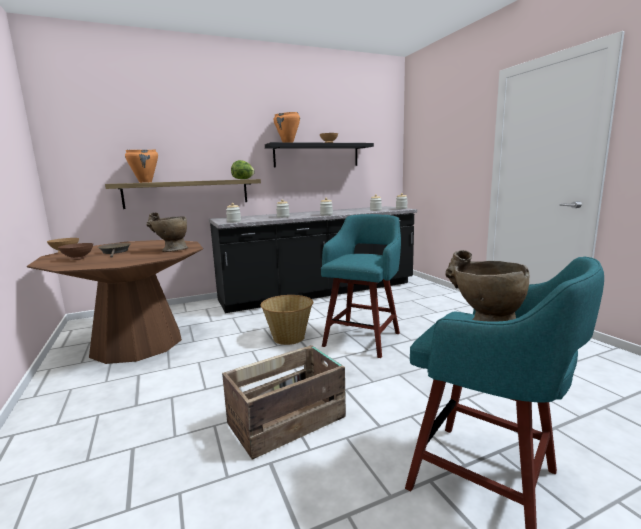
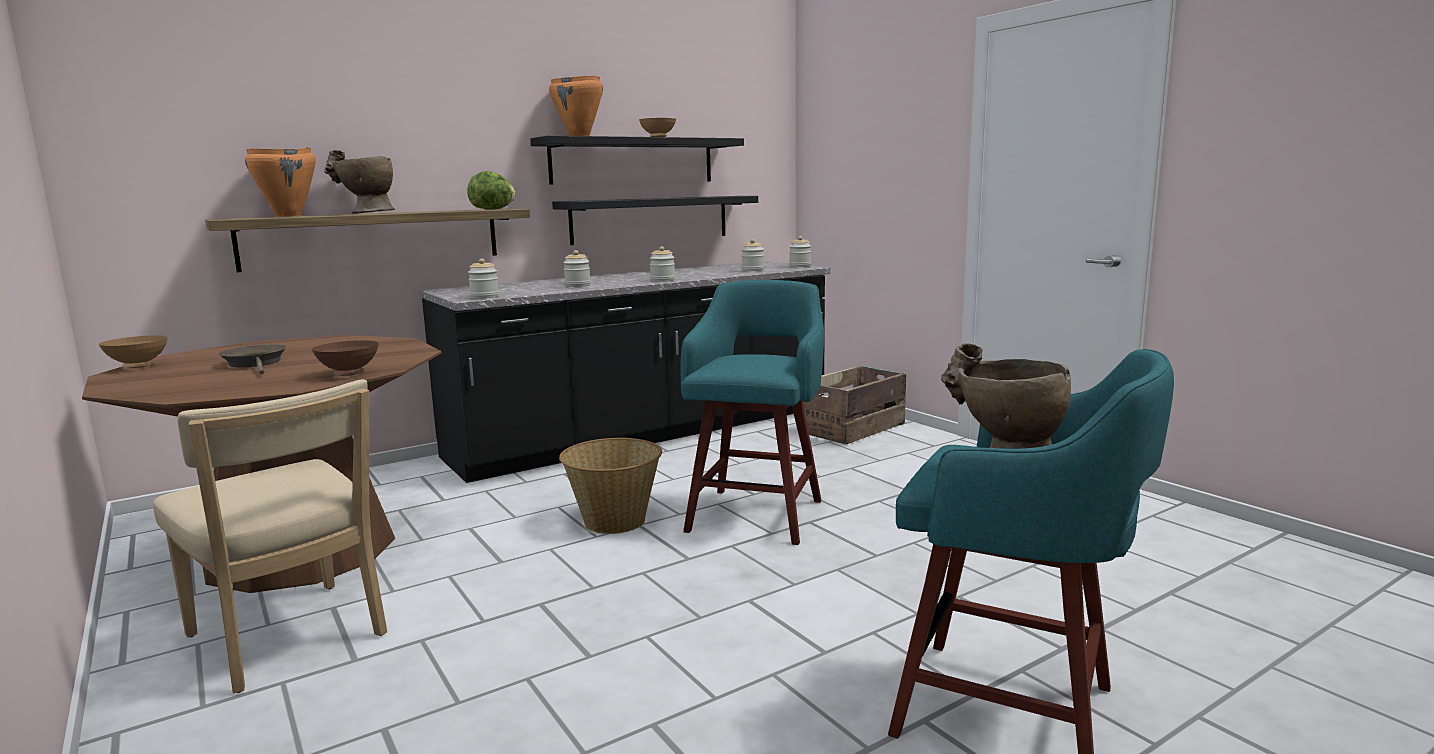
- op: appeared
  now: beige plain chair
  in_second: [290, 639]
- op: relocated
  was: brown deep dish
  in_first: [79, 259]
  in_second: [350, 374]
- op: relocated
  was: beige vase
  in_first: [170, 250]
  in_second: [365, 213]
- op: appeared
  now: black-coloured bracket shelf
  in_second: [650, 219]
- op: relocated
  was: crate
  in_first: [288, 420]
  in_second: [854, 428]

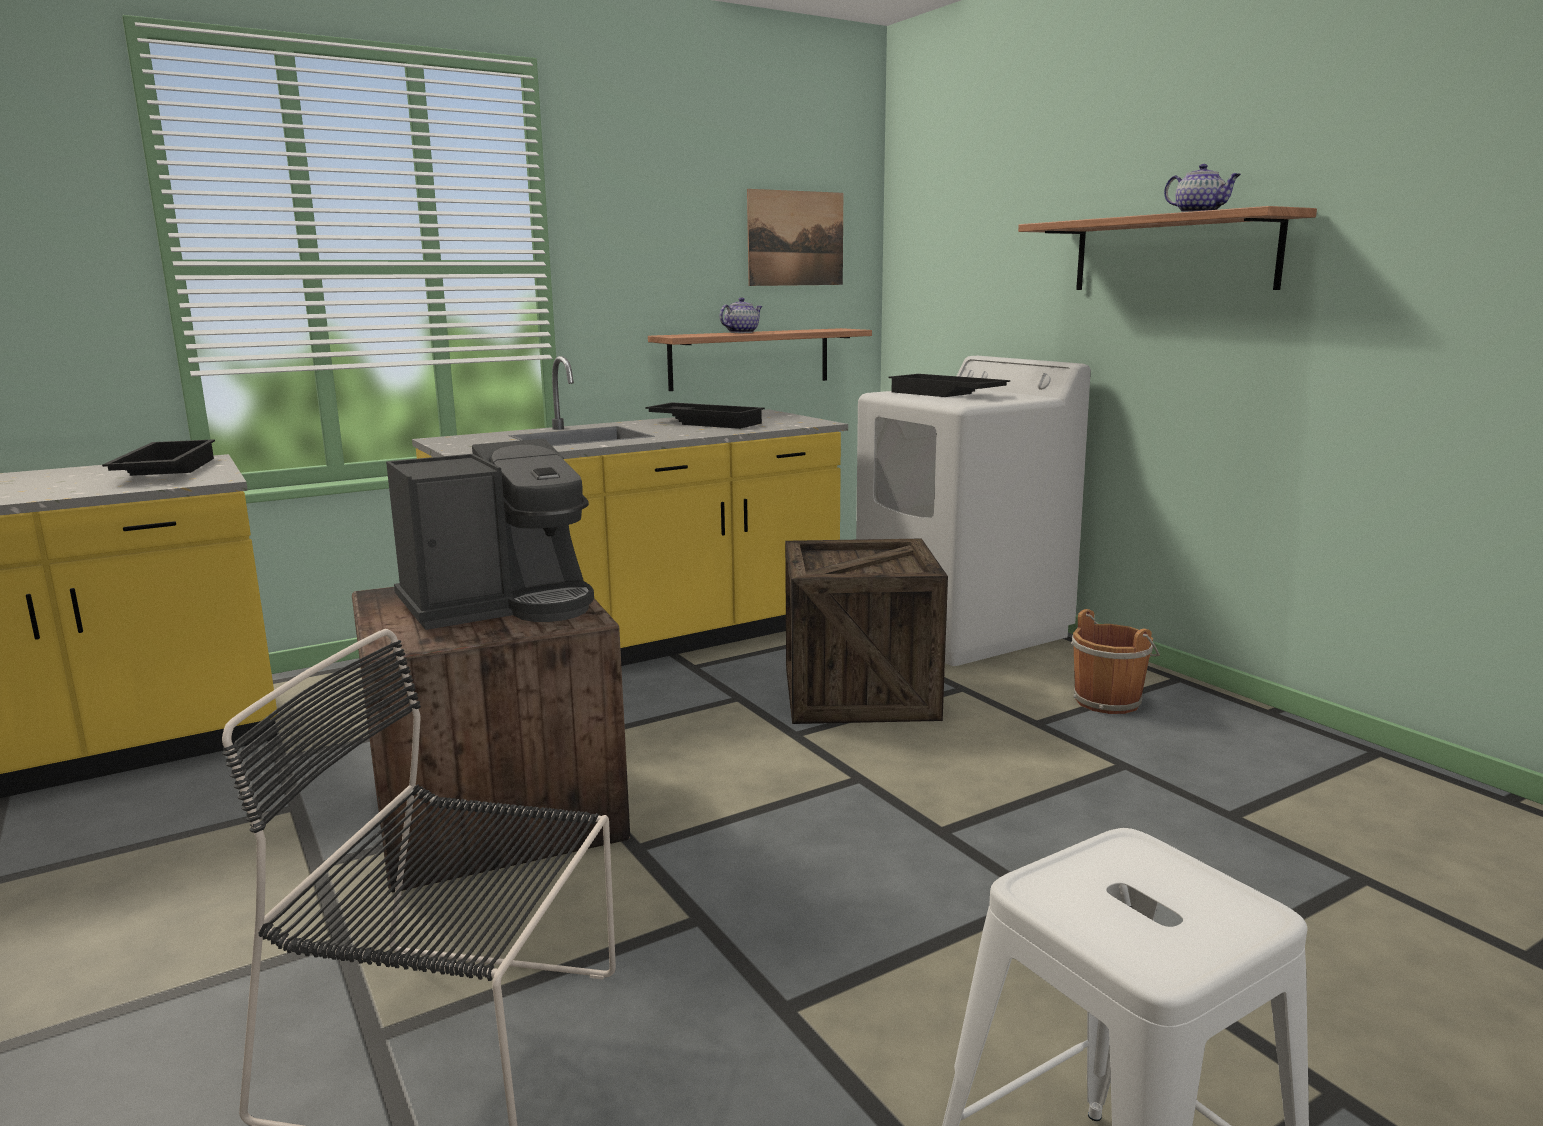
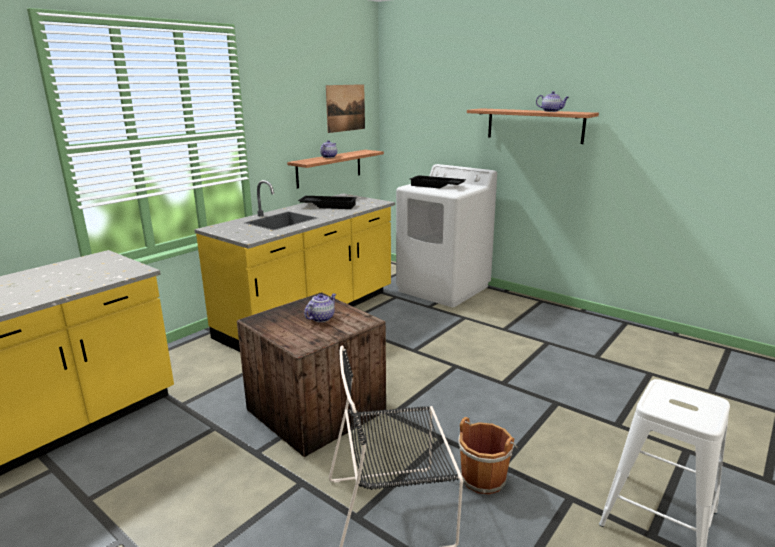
- op: exchanged
  was: coffee brewer
  now: tea pot
  in_first: [501, 605]
  in_second: [321, 318]
- op: relocated
  was: brown pail
  in_first: [1109, 700]
  in_second: [484, 477]
- op: missing
  was: black-coloured carrying tray
  in_first: [164, 471]
- op: missing
  was: crate
  in_first: [859, 693]

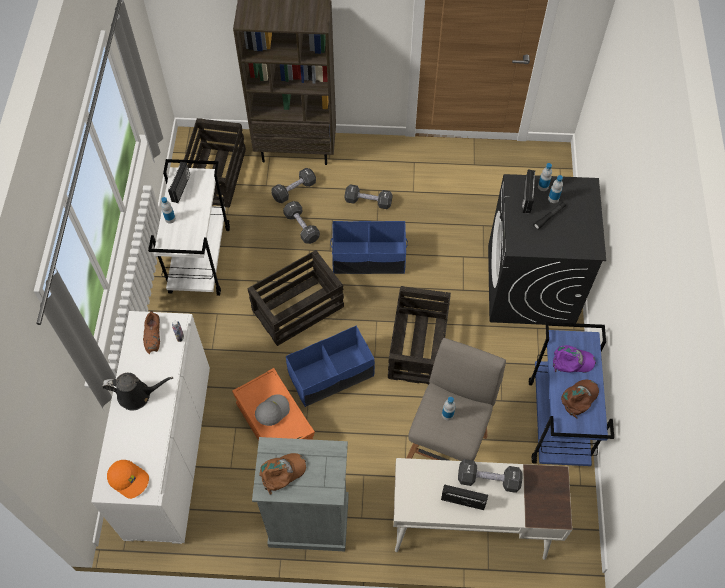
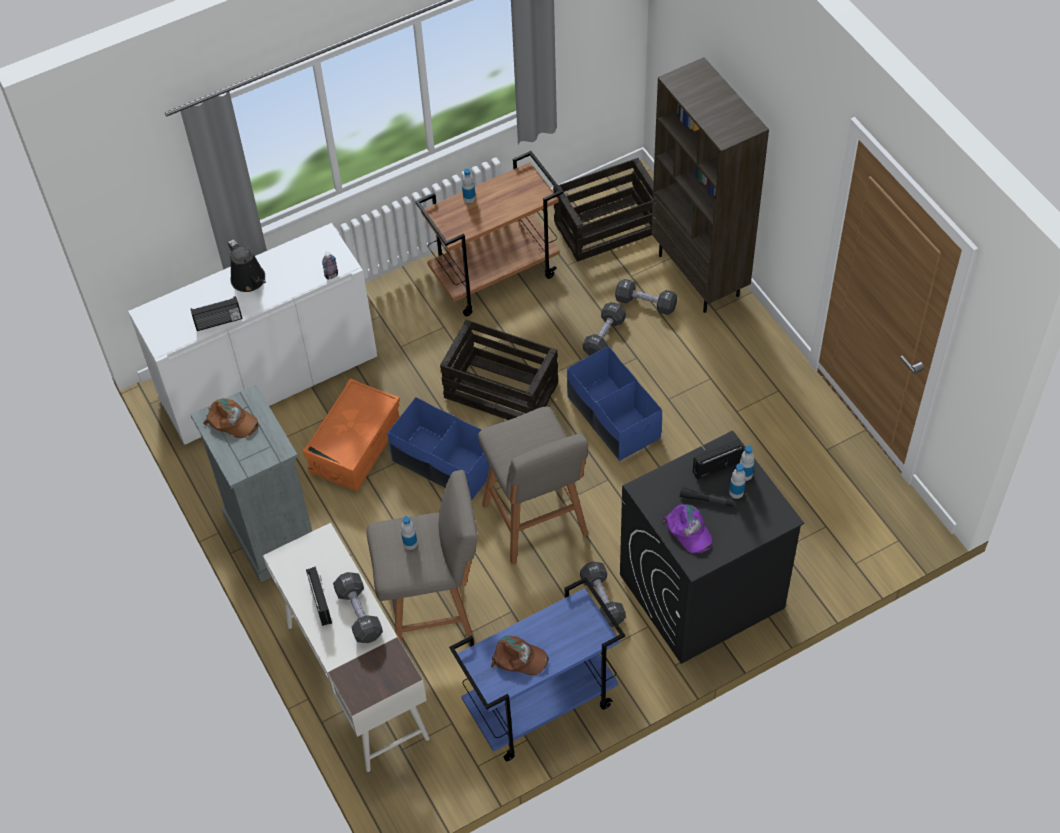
- op: relocated
  was: radio set
  in_first: [181, 188]
  in_second: [219, 322]
- op: colour
  was: whitish trolley
  now: brown trolley
  in_first: [199, 259]
  in_second: [495, 275]
- op: exchanged
  was: crate
  now: greyish stool
  in_first: [418, 347]
  in_second: [536, 523]
- op: relocated
  was: black-coloured dumbbell
  in_first: [368, 201]
  in_second: [602, 600]
- op: relocated
  was: purplish peaked cap
  in_first: [572, 361]
  in_second: [688, 531]
- op: missing
  was: orange-coloured peaked cap
  in_first: [129, 479]
- op: missing
  was: brown low shoe
  in_first: [153, 335]
- op: missing
  was: greyish peaked cap
  in_first: [272, 411]

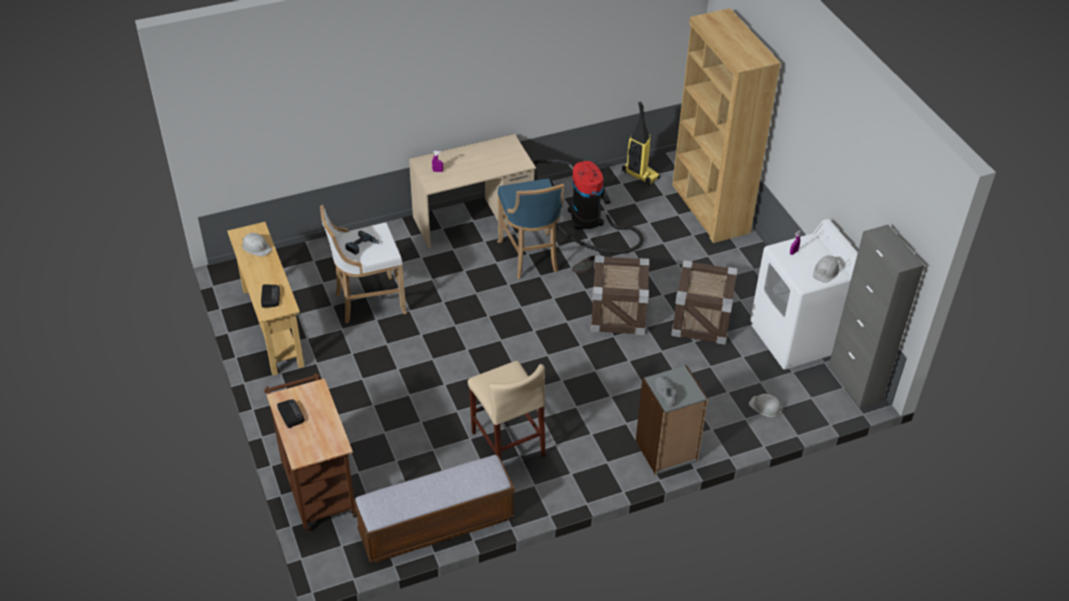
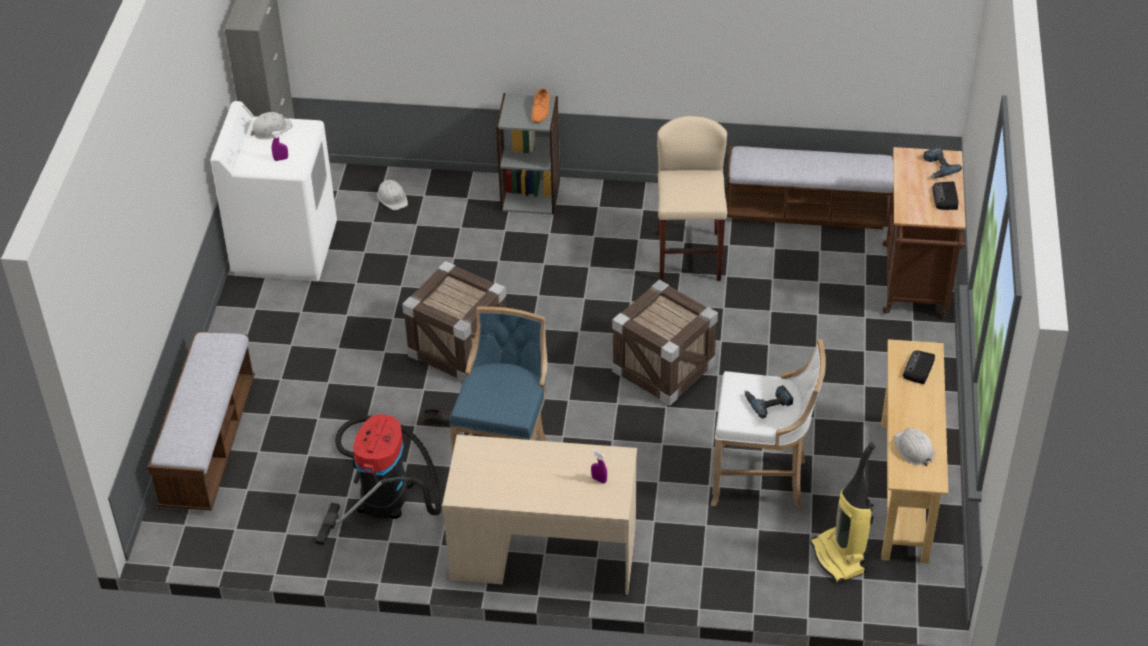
- op: exchanged
  was: brown bookshelf
  now: long seat
  in_first: [710, 209]
  in_second: [209, 443]
- op: colour
  was: greyish low shoe
  now: orange-coloured low shoe
  in_first: [665, 393]
  in_second: [541, 110]
- op: relocated
  was: crate
  in_first: [701, 321]
  in_second: [663, 368]
- op: relocated
  was: vacuum
  in_first: [639, 175]
  in_second: [839, 558]
- op: appeared
  now: drill
  in_second: [937, 167]

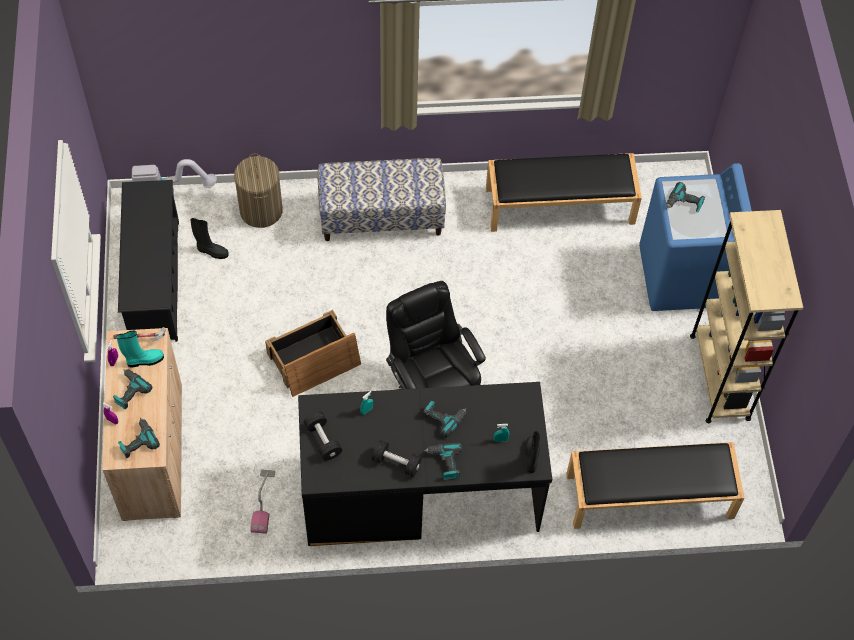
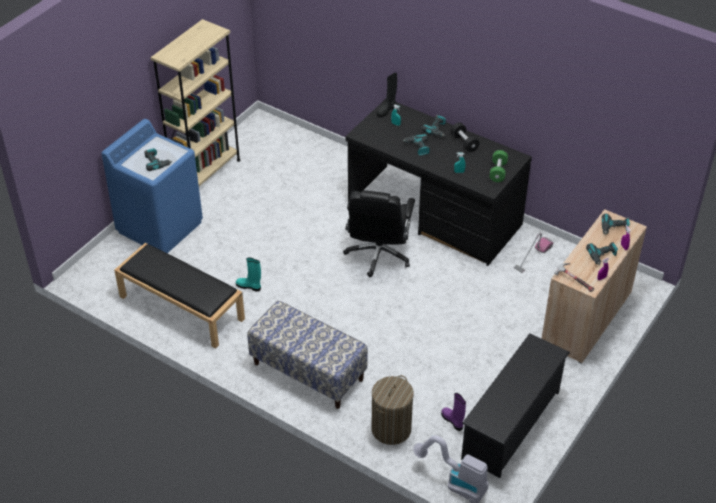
- op: relocated
  was: blue-green high-top boot
  in_first: [144, 360]
  in_second: [249, 286]
- op: colour
  was: black-coloured high-top boot
  now: purplish high-top boot
  in_first: [211, 251]
  in_second: [453, 421]
- op: colour
  was: black-coloured dumbbell
  now: green-coloured dumbbell
  in_first: [323, 440]
  in_second: [498, 172]
- op: missing
  was: crate
  in_first: [313, 360]
- op: missing
  was: black-coloured long seat
  in_first: [648, 496]

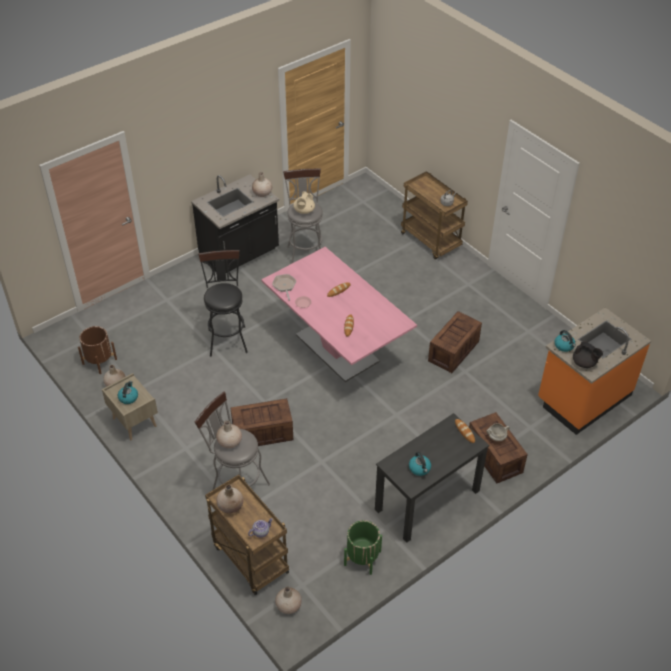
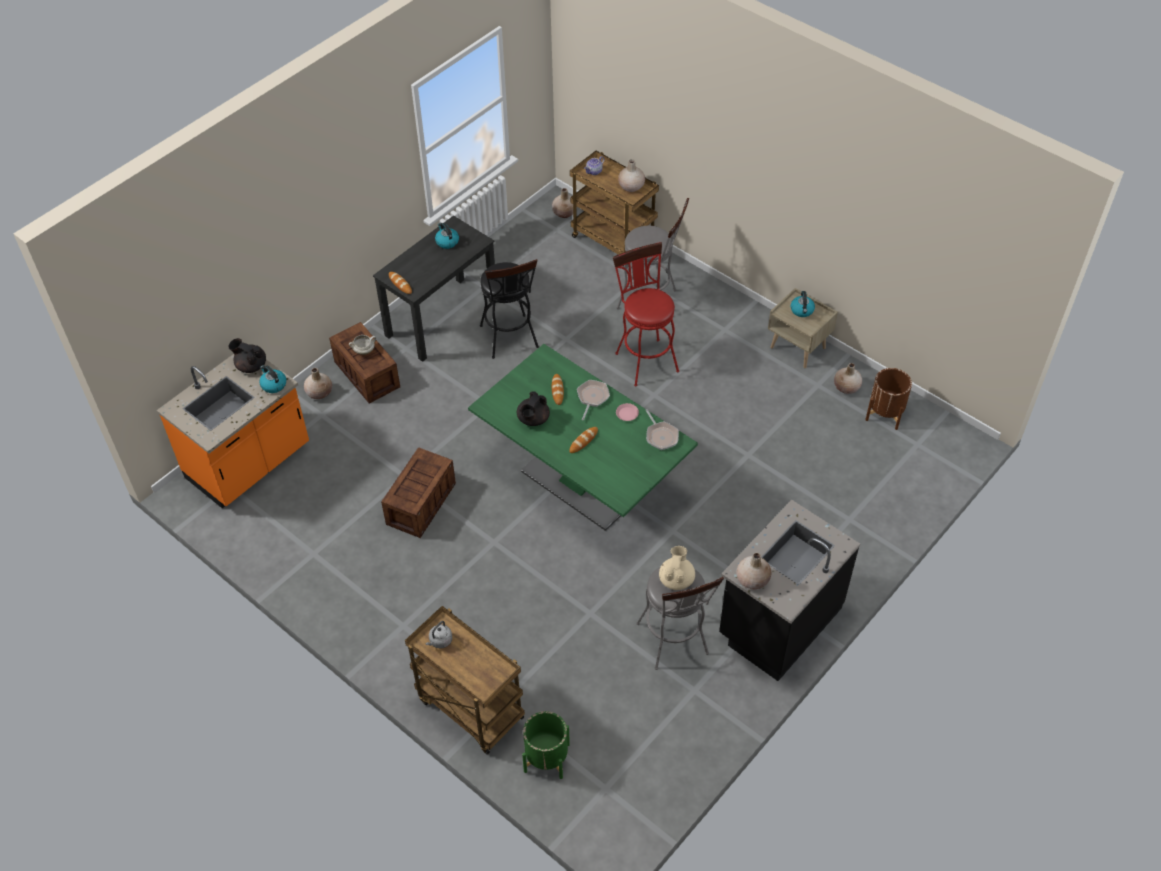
- op: relocated
  was: beige vase
  in_first: [229, 442]
  in_second: [319, 393]
- op: colour
  was: pinkish kitchen table
  now: green-coloured kitchen table
  in_first: [337, 348]
  in_second: [582, 482]
- op: relocated
  was: black-coloured stool
  in_first: [227, 337]
  in_second: [510, 340]
- op: appeared
  now: black-coloured tea pot
  in_second: [533, 419]
- op: relocated
  was: green-coloured plant pot
  in_first: [362, 558]
  in_second: [546, 758]
- op: appeared
  now: pan
  in_second: [592, 398]
- op: exchanged
  was: crate
  now: red stool
  in_first: [261, 433]
  in_second: [644, 358]

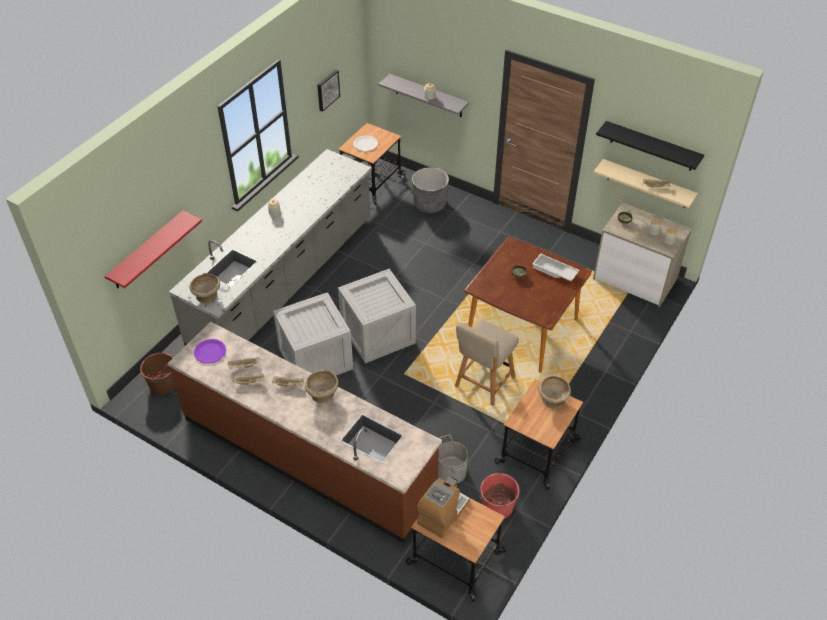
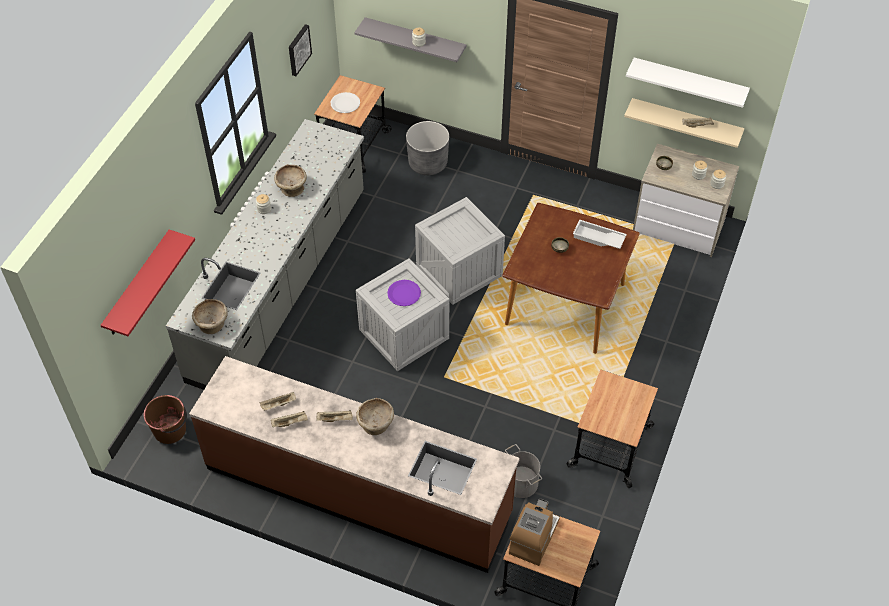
- op: relocated
  was: beige deep dish
  in_first: [552, 399]
  in_second: [291, 188]
- op: relocated
  was: purplish flat dish
  in_first: [210, 352]
  in_second: [404, 293]
- op: relocated
  was: crate
  in_first: [314, 358]
  in_second: [457, 270]
- op: colour
  was: black-coloured bracket shelf
  now: whitish bracket shelf
  in_first: [652, 146]
  in_second: [689, 82]
- op: missing
  was: beige plain chair
  in_first: [483, 384]
- op: missing
  was: red pail
  in_first: [497, 506]

